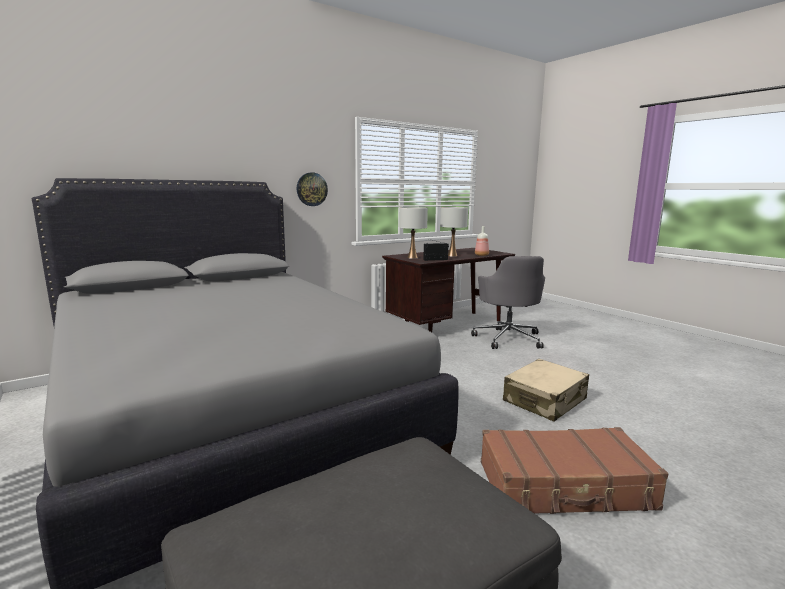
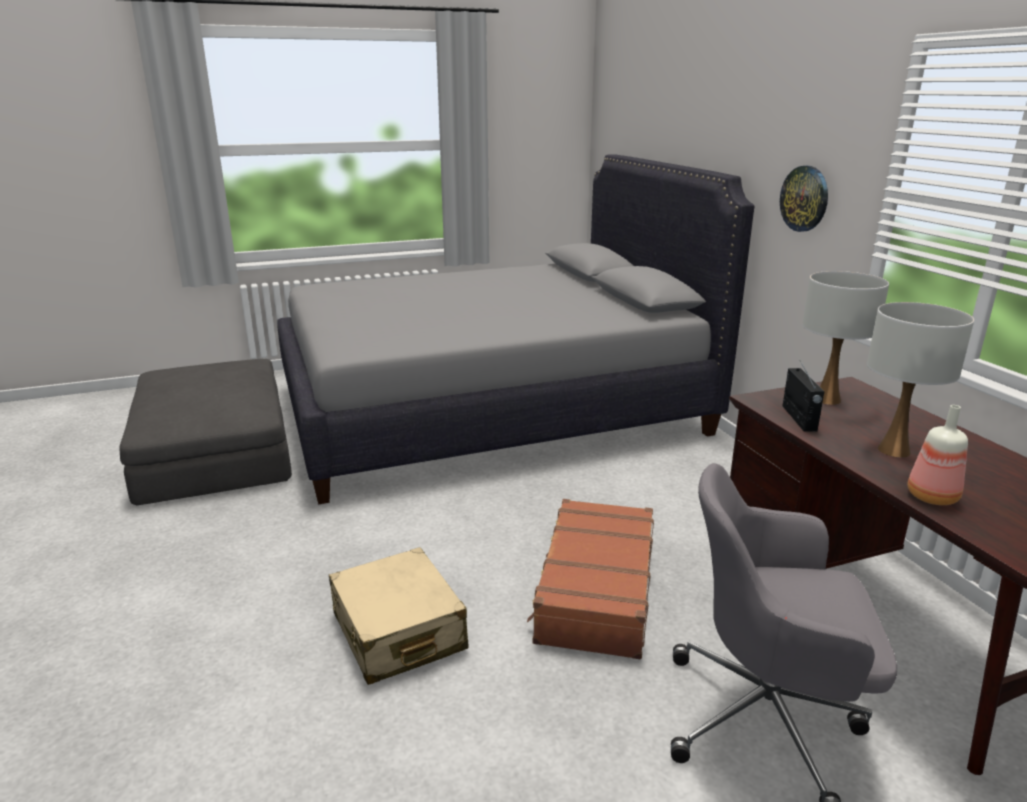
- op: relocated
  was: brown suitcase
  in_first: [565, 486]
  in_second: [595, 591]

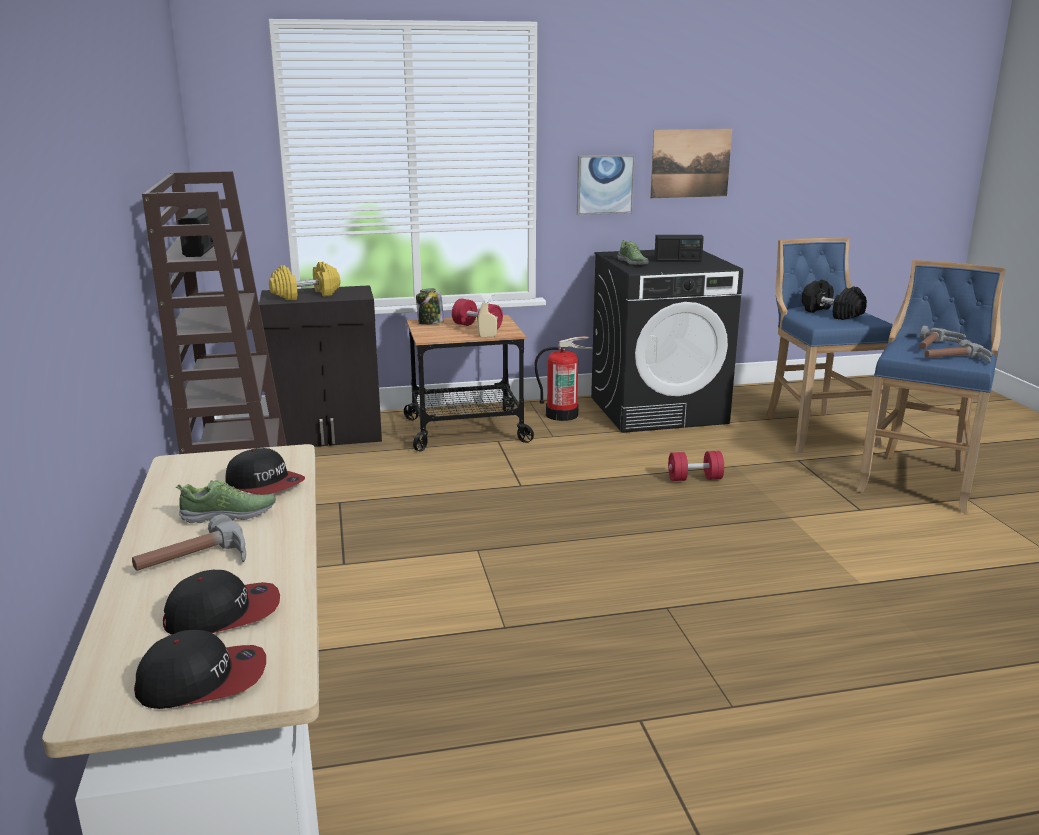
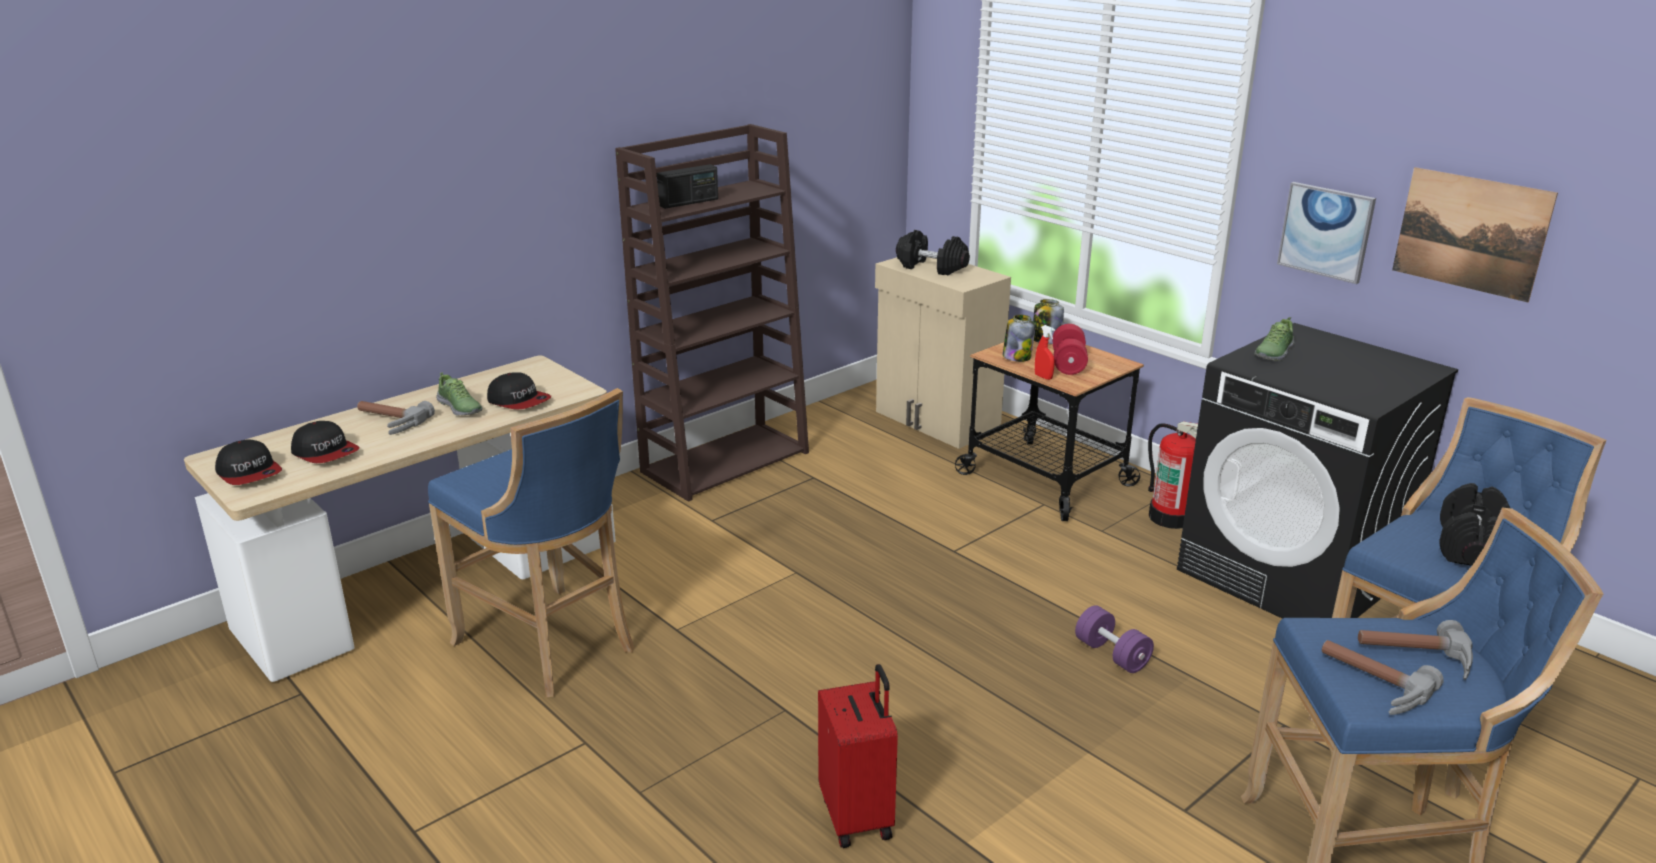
- op: appeared
  now: blue stool
  in_second: [552, 646]
- op: spun
  was: peaked cap
  in_first: [265, 484]
  in_second: [519, 401]
  clockwise: -60
- op: appeared
  now: red suitcase
  in_second: [858, 816]
- op: colour
  was: black-coloured cabinet
  now: beige cabinet
  in_first: [328, 436]
  in_second: [936, 421]
- op: colour
  was: yellow dumbbell
  now: black-coloured dumbbell
  in_first: [306, 295]
  in_second: [931, 267]
- op: appeared
  now: preserve jar
  in_second: [1017, 357]
- op: colour
  was: beige spray bottle
  now: red spray bottle
  in_first: [487, 336]
  in_second: [1043, 377]
- op: colour
  was: red dumbbell
  now: purplish dumbbell
  in_first: [695, 478]
  in_second: [1112, 654]
- op: missing
  was: radio set
  in_first: [677, 260]

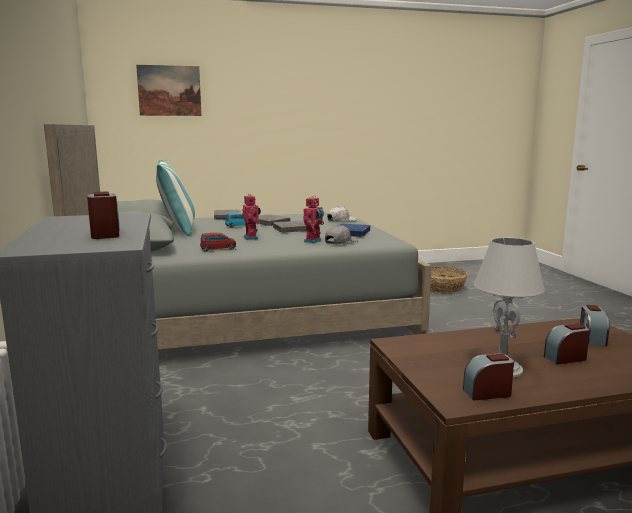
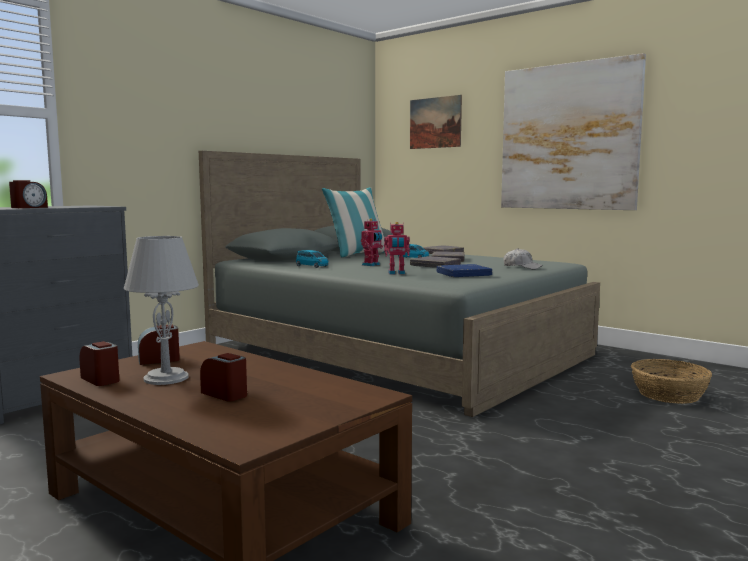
- op: relocated
  was: table clock
  in_first: [591, 338]
  in_second: [159, 360]
- op: colour
  was: red miniature car
  now: blue miniature car
  in_first: [218, 249]
  in_second: [312, 266]
- op: appeared
  now: picture
  in_second: [568, 137]
- op: missing
  was: greyish peaked cap
  in_first: [340, 242]

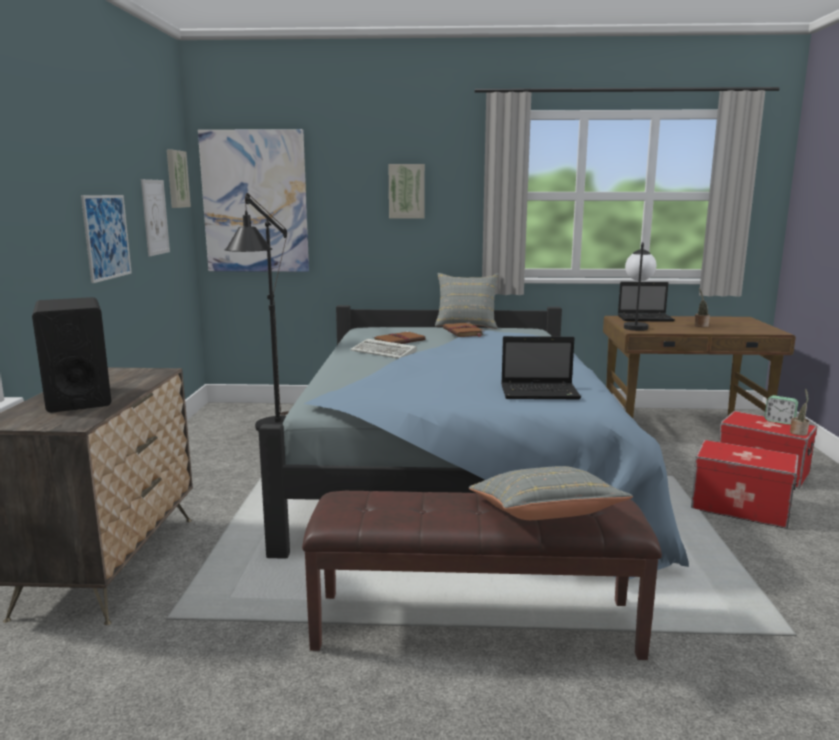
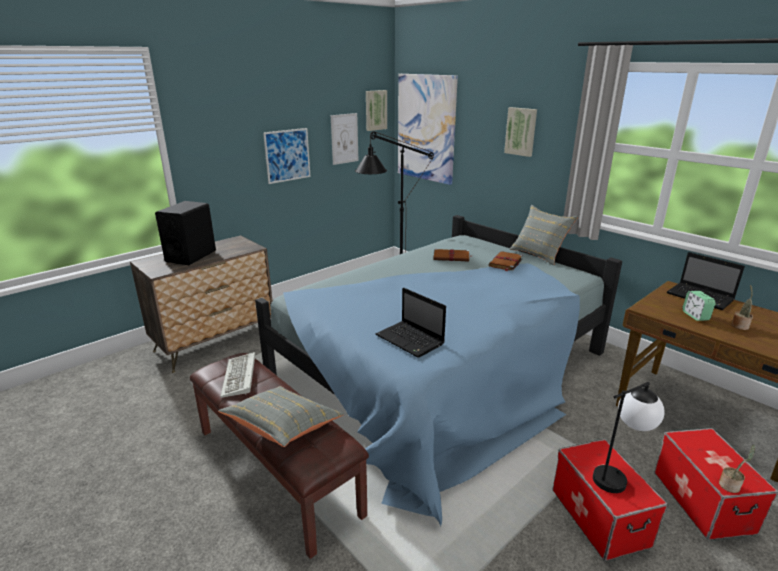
- op: relocated
  was: computer keyboard
  in_first: [385, 352]
  in_second: [240, 378]
- op: relocated
  was: tabletop lamp
  in_first: [635, 326]
  in_second: [618, 476]
- op: relocated
  was: table clock
  in_first: [779, 421]
  in_second: [695, 316]

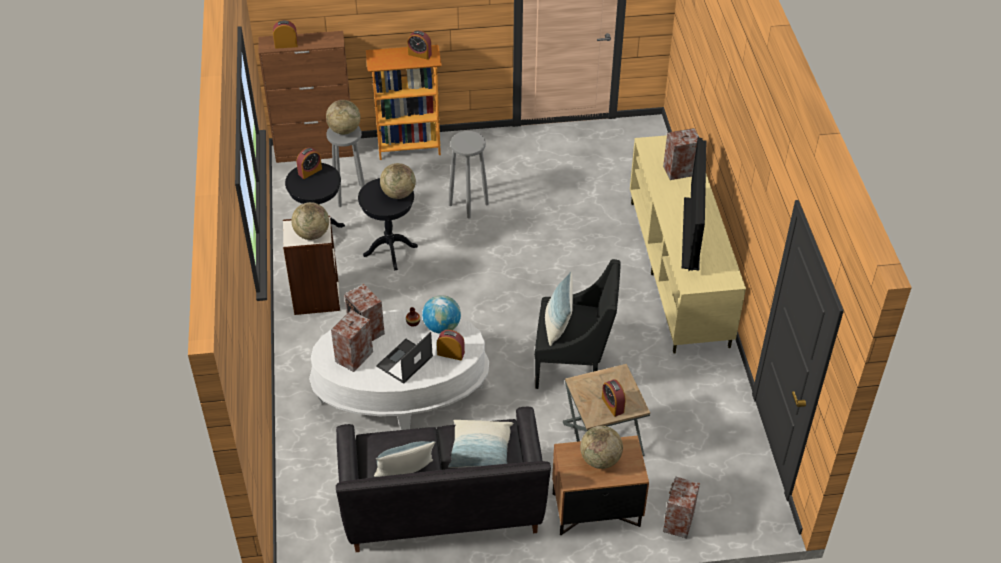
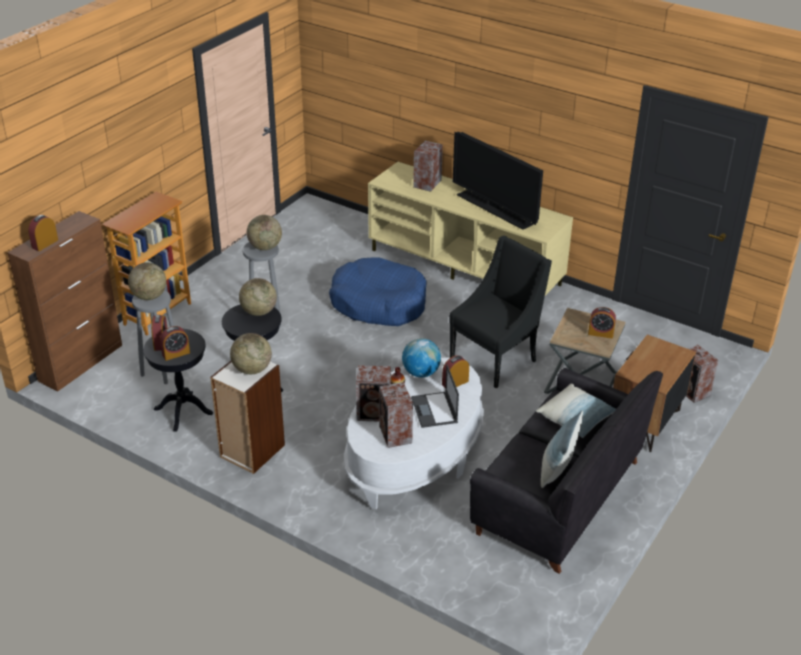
- op: relocated
  was: table clock
  in_first: [420, 54]
  in_second: [176, 353]
- op: relocated
  was: desk globe
  in_first: [600, 459]
  in_second: [265, 247]
- op: appeared
  now: blue dog cushion
  in_second: [378, 303]
- op: missing
  was: throw pillow
  in_first: [557, 326]

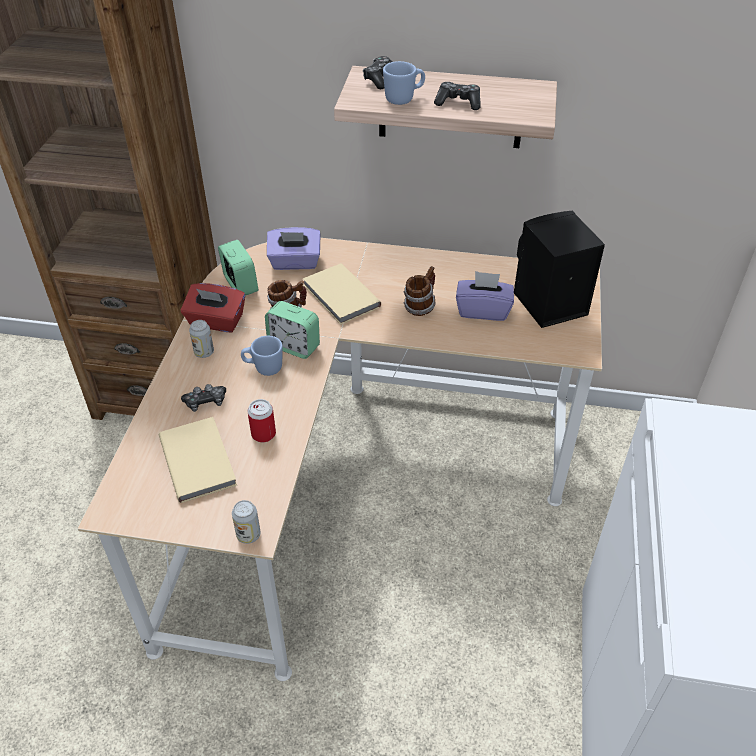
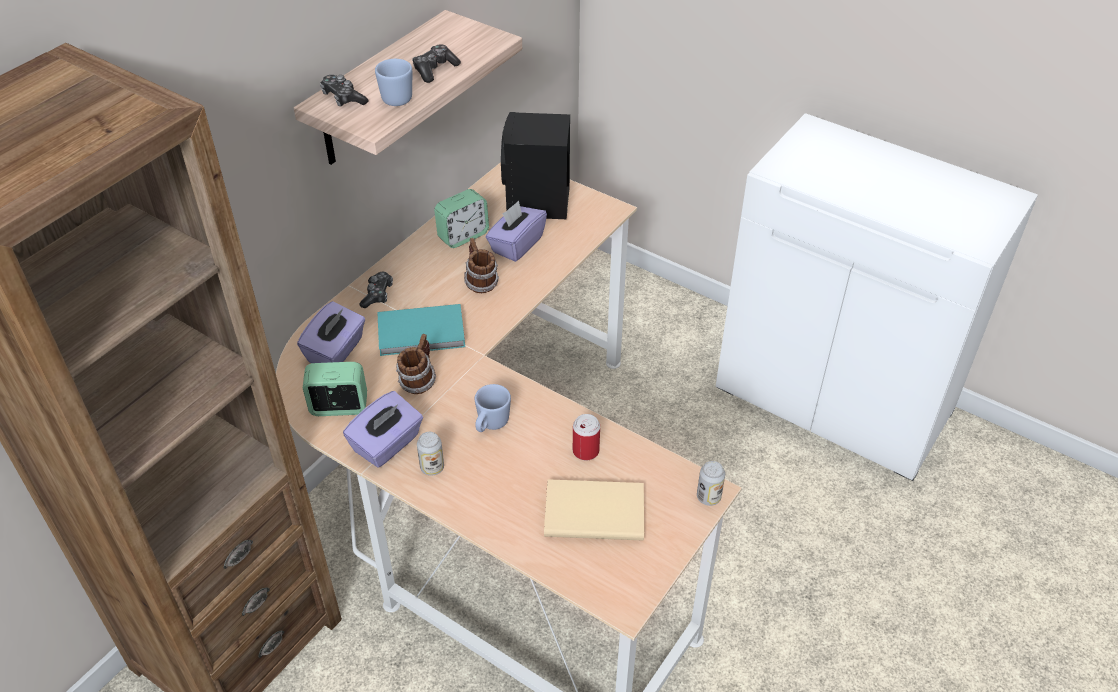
- op: colour
  was: red box of tissues
  now: purplish box of tissues
  in_first: [216, 321]
  in_second: [387, 444]
- op: relocated
  was: game controller
  in_first: [205, 402]
  in_second: [377, 295]
- op: colour
  was: beige book
  now: blue-green book
  in_first: [340, 297]
  in_second: [422, 333]
- op: relocated
  was: table clock
  in_first: [294, 346]
  in_second: [463, 236]

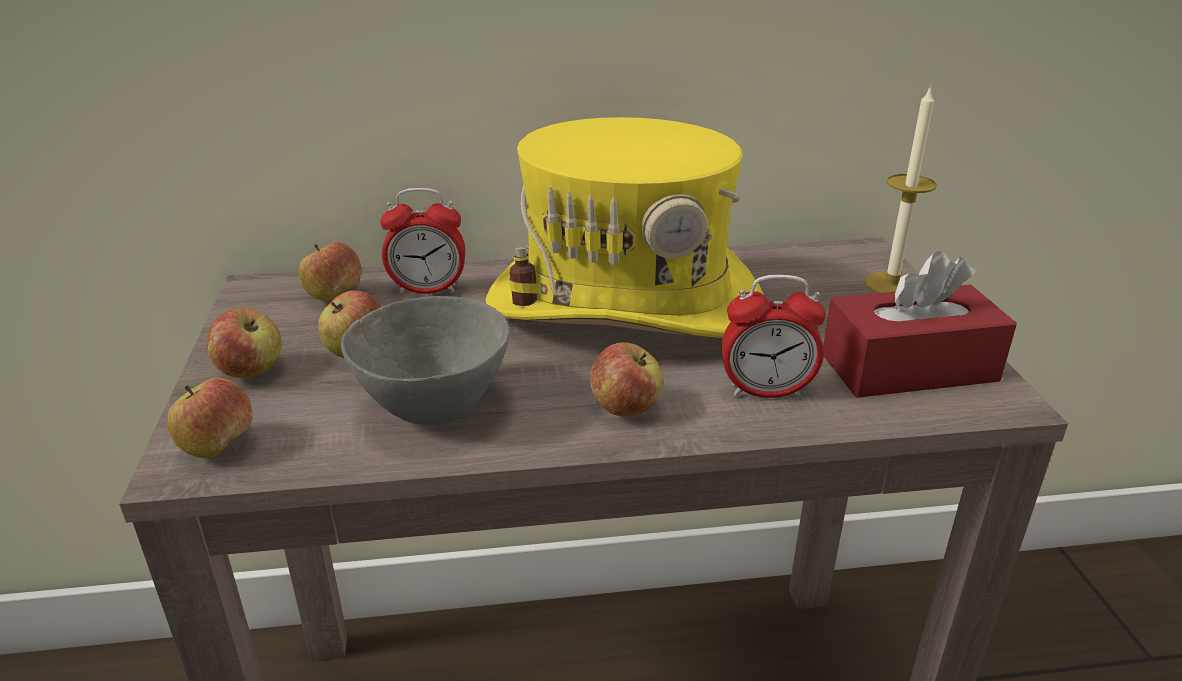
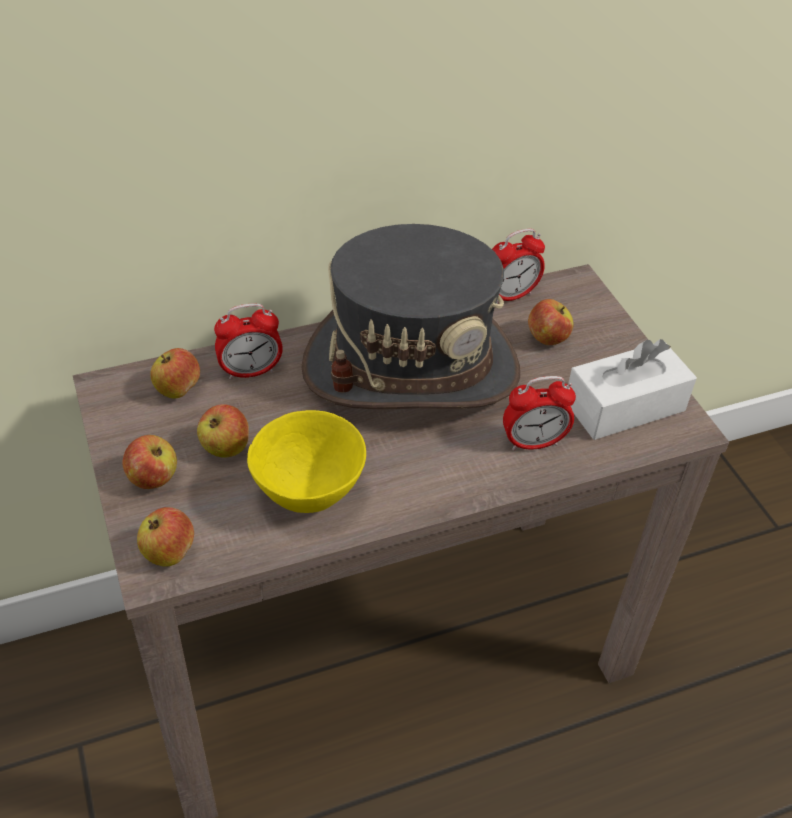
- op: colour
  was: greyish deep dish
  now: yellow deep dish
  in_first: [434, 411]
  in_second: [309, 495]
- op: colour
  was: yellow clothing hat
  now: greyish clothing hat
  in_first: [626, 304]
  in_second: [411, 367]
- op: appeared
  now: table clock
  in_second: [511, 295]
- op: relocated
  was: apple
  in_first: [625, 409]
  in_second: [547, 338]
- op: colour
  was: red box of tissues
  now: whitish box of tissues
  in_first: [909, 368]
  in_second: [624, 406]
- op: missing
  was: wax light
  in_first: [891, 284]

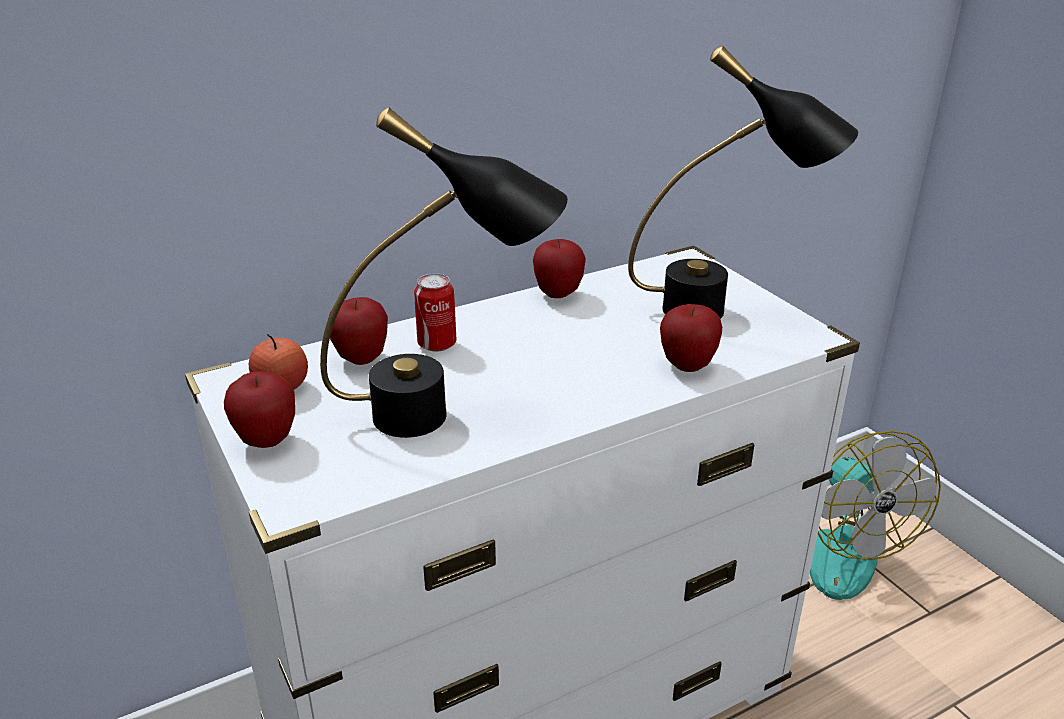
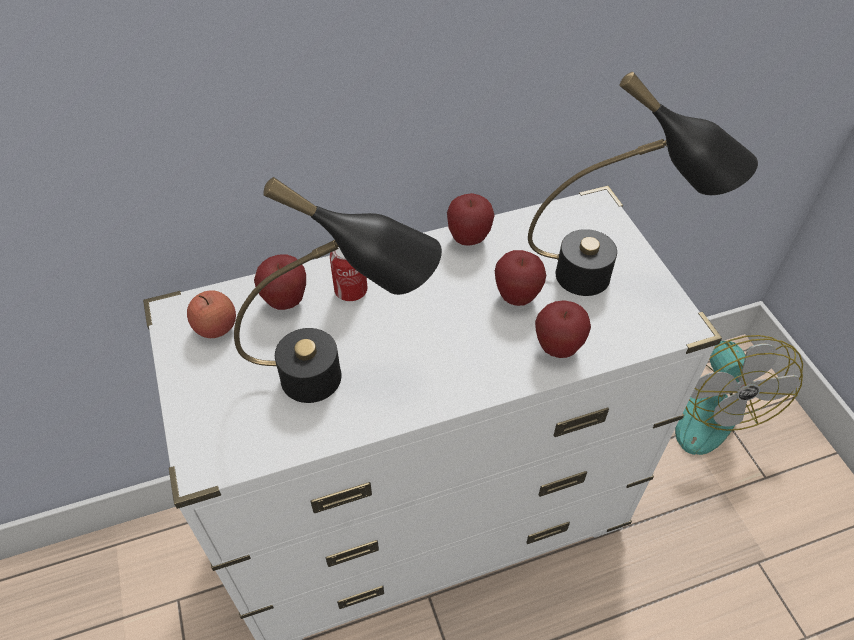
- op: relocated
  was: apple
  in_first: [266, 441]
  in_second: [517, 297]

